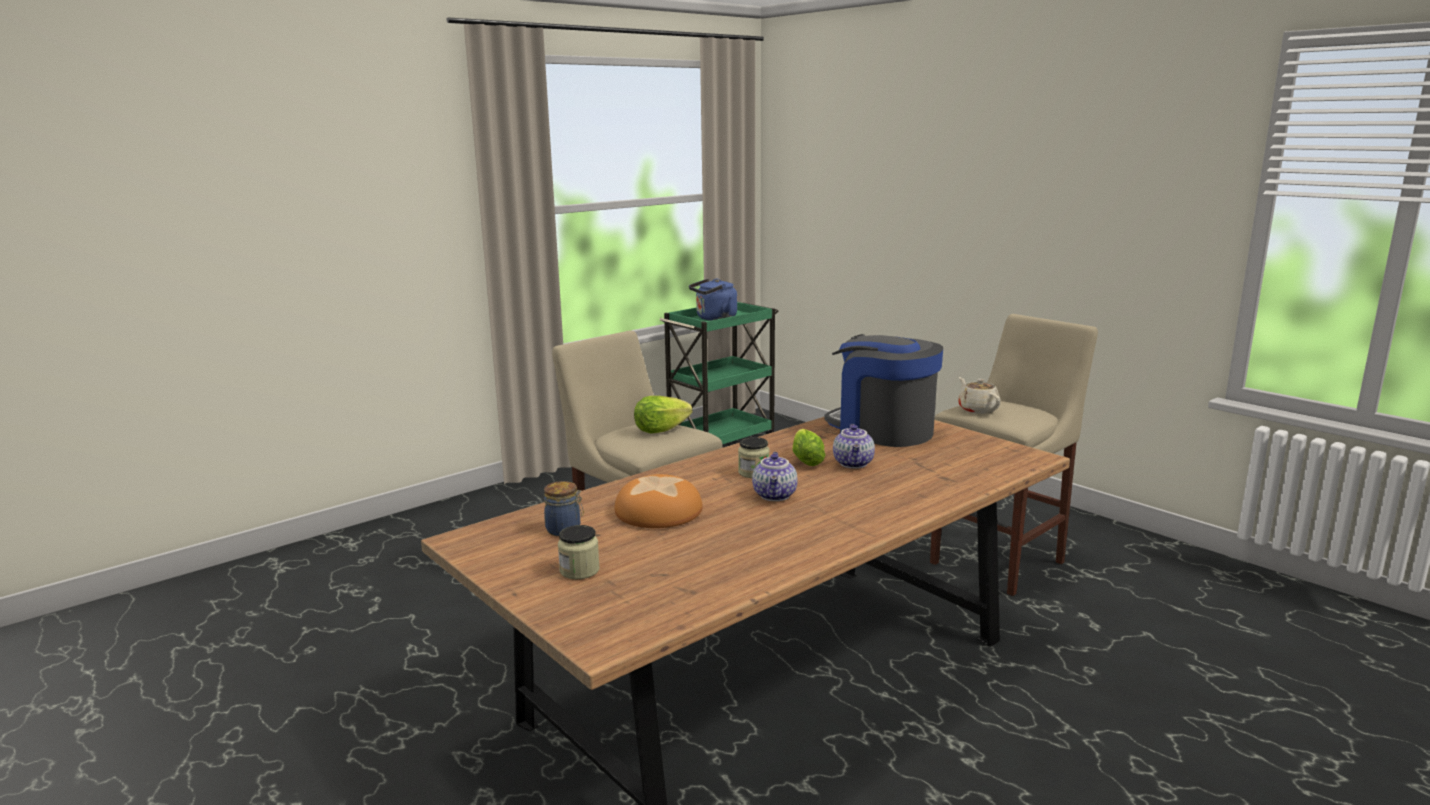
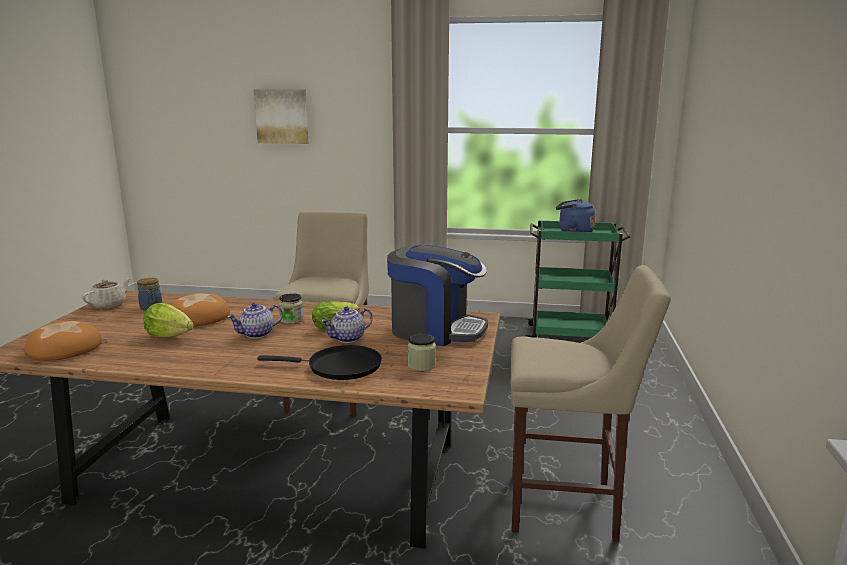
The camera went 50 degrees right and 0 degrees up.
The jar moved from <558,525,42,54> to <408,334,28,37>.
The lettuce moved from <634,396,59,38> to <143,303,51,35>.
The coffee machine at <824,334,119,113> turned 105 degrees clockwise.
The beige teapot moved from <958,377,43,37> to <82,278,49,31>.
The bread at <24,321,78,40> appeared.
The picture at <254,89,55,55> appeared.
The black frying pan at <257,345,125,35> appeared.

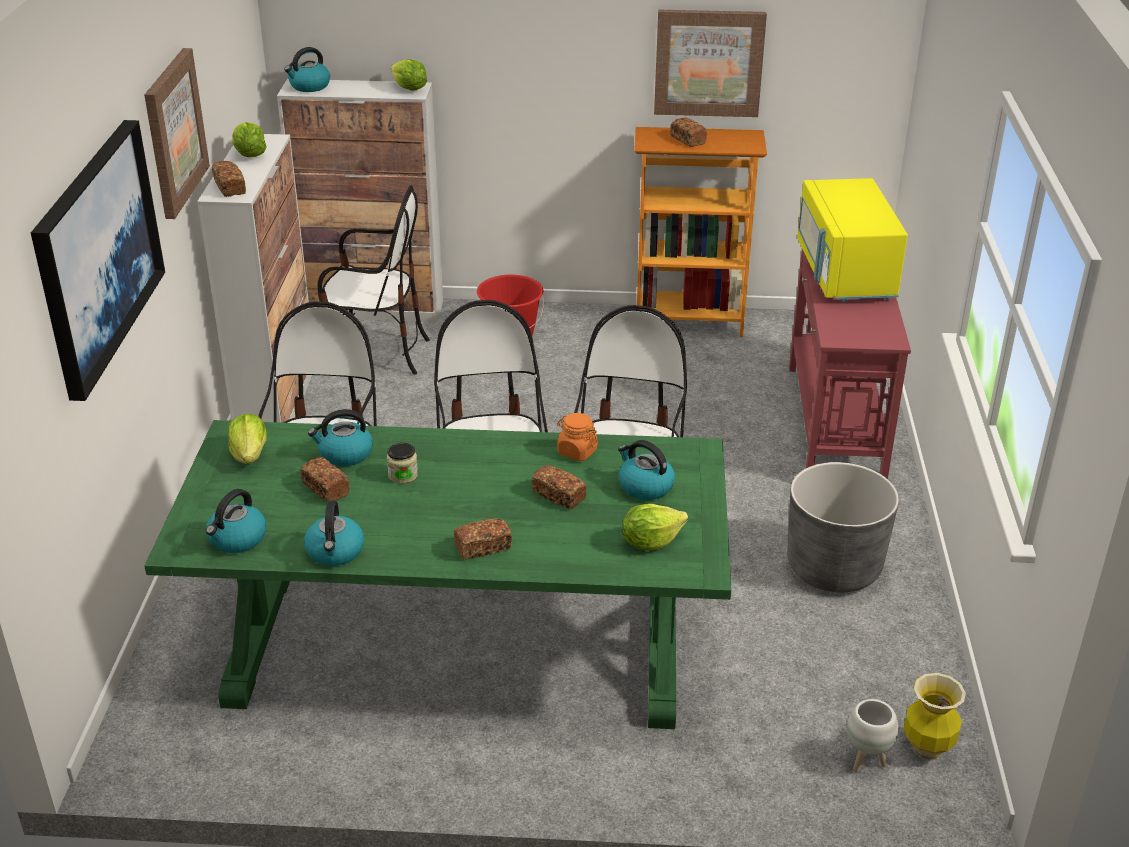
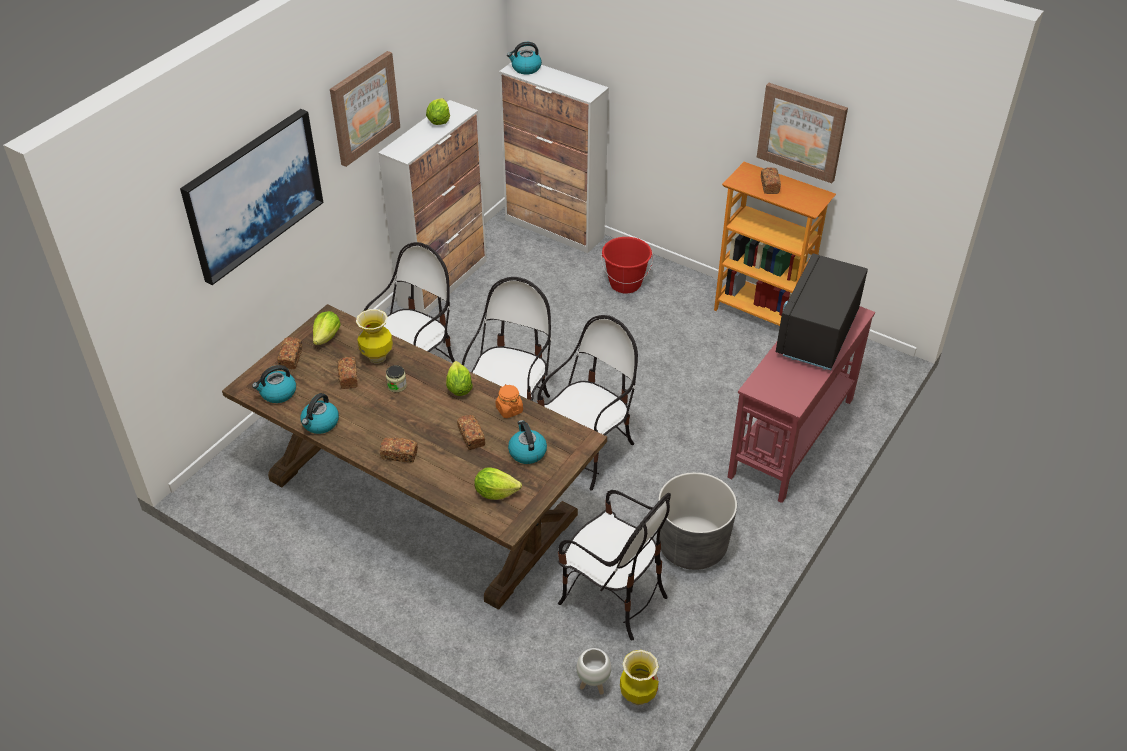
The camera went 30 degrees right and 10 degrees up.
The green dining table at <144,420,587,309> became the brown dining table at <222,304,385,306>.
The bread moved from <212,161,34,36> to <277,337,25,32>.
The kettle at <308,409,65,57> was replaced by the vase at <356,309,37,54>.
The chair moved from <318,185,112,190> to <558,490,113,150>.
The lettuce moved from <391,59,36,32> to <446,361,27,35>.
The yellow microwave at <797,178,111,124> became the black microwave at <776,253,92,117>.

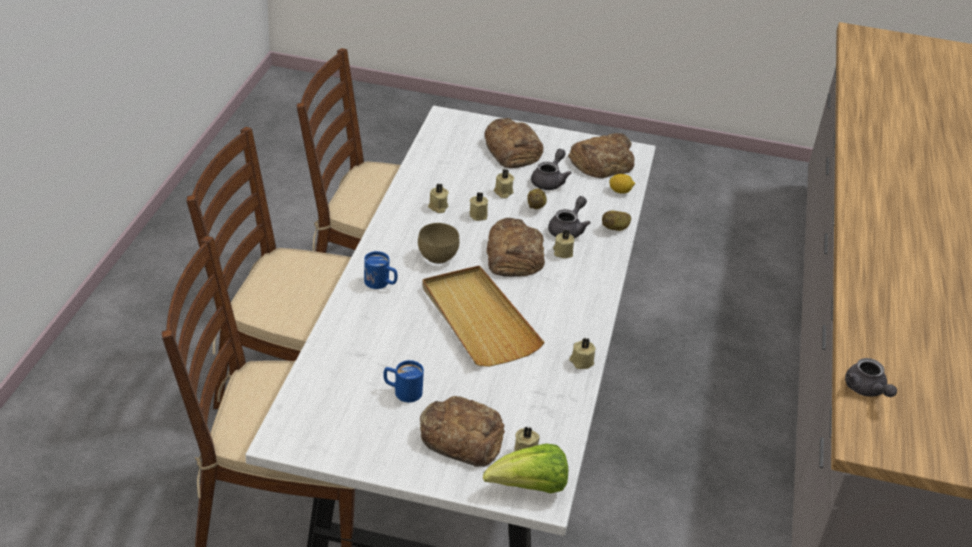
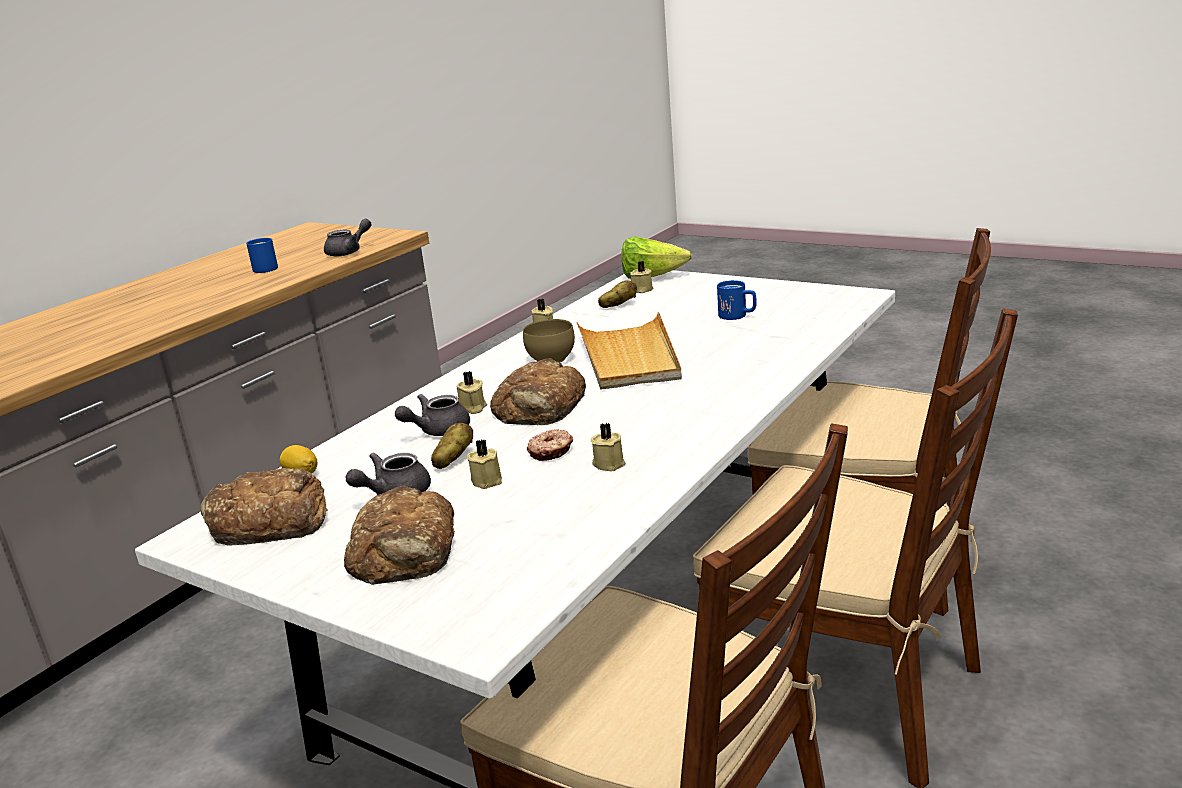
The camera went 155 degrees left and 15 degrees down.
The blue mug moved from <364,251,33,38> to <246,238,32,35>.
The brown bowl moved from <418,223,41,41> to <523,319,52,43>.
The bread at <420,396,85,71> disappeared.
The beige candle at <469,192,19,29> was replaced by the donut at <527,429,46,32>.
The potato moved from <602,211,29,20> to <598,280,39,28>.
The grey teapot at <845,358,52,39> turned 45 degrees clockwise.

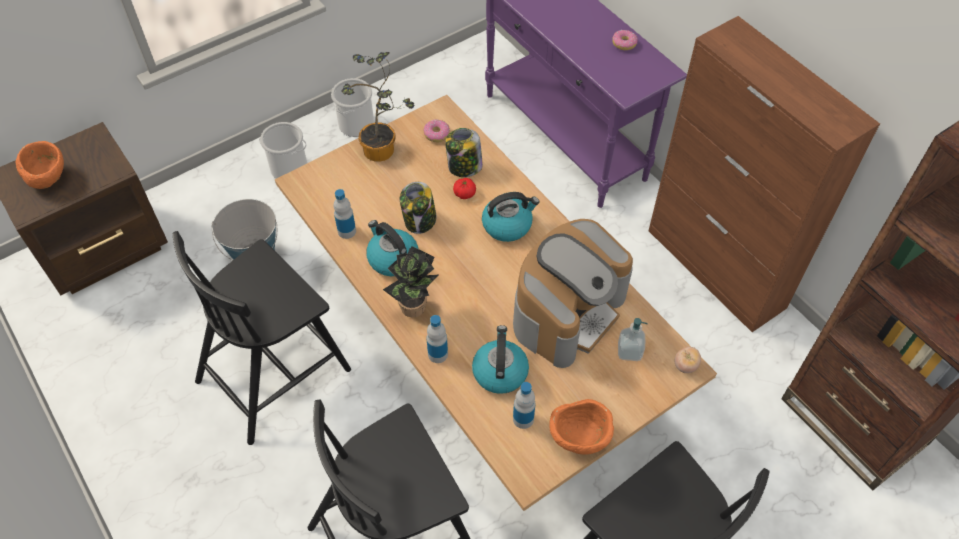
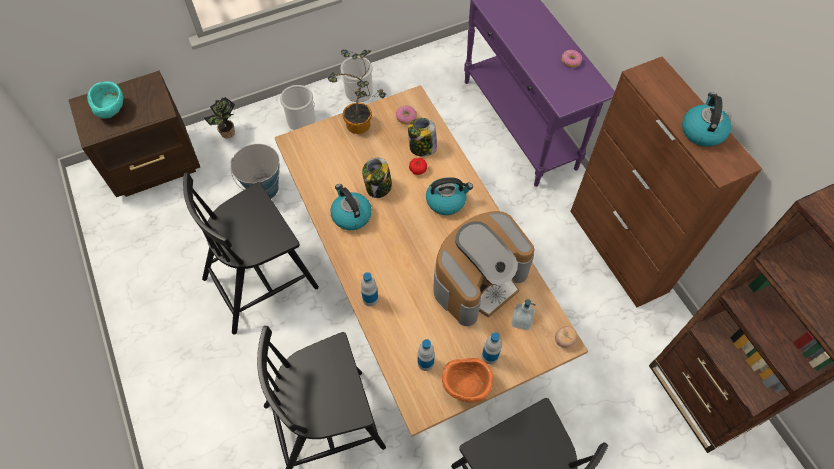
The camera went 10 degrees right and 5 degrees up.
The orange bowl at <16,141,48,48> became the turquoise bowl at <87,82,36,37>.
The bottle moved from <333,189,23,50> to <482,332,19,32>.
The potted plant moved from <383,246,56,71> to <204,97,31,42>.
The kettle moved from <472,325,57,69> to <682,92,49,55>.

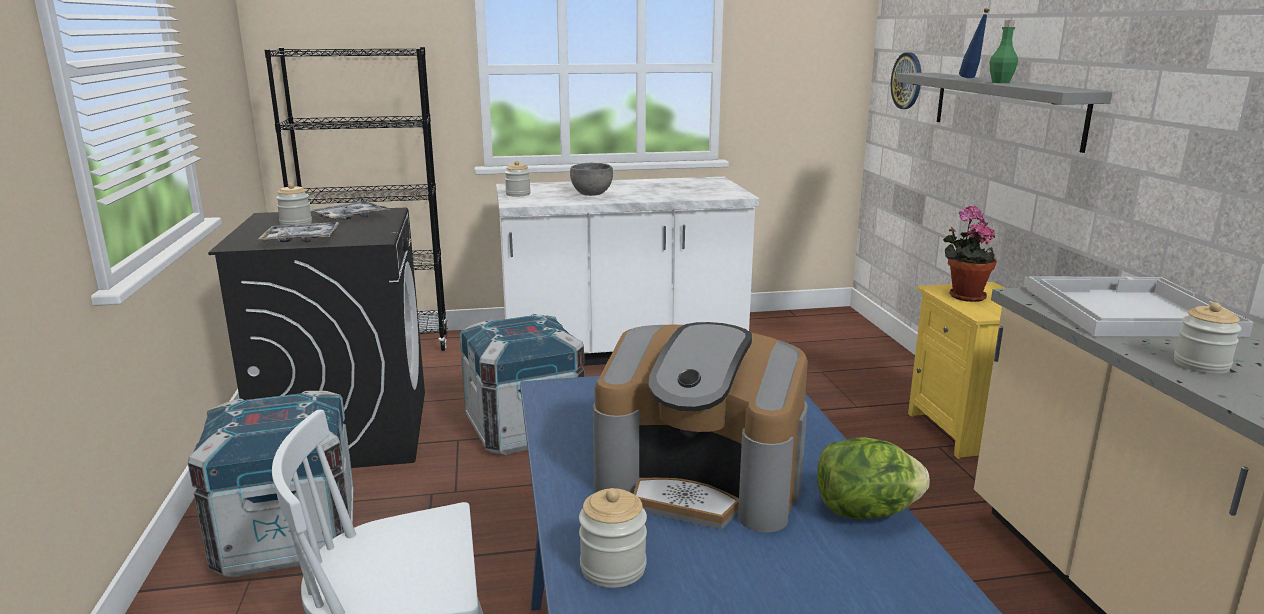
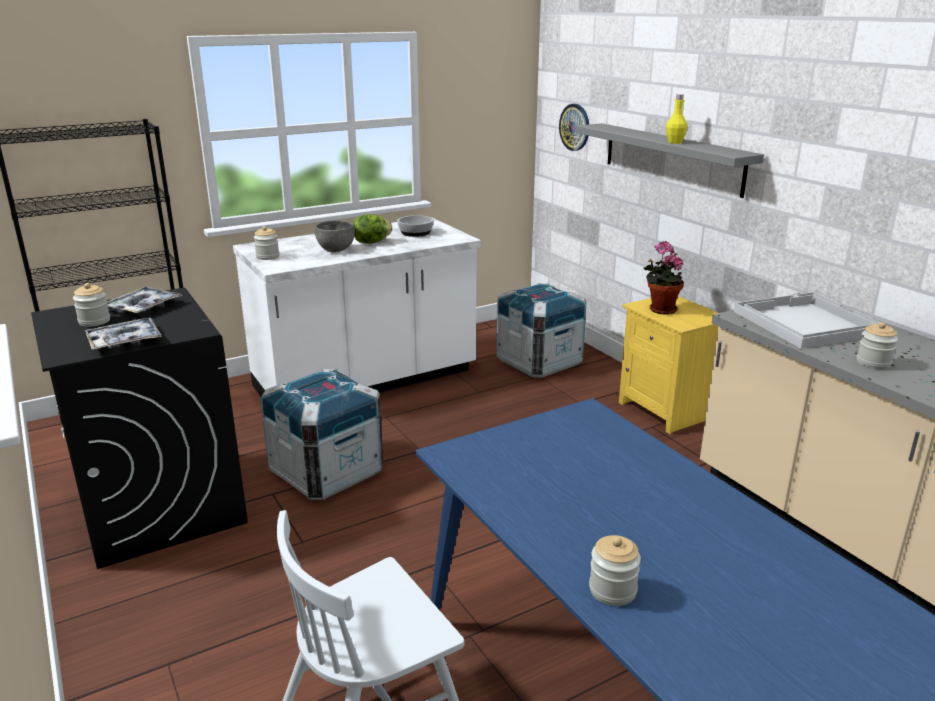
The camera went 20 degrees left and 5 degrees up.
The crate moved from <188,391,166,186> to <496,283,90,95>.
The coffee machine at <593,322,215,211> disappeared.
The lettuce moved from <817,437,113,82> to <353,214,39,30>.
The blue bottle at <959,9,30,69> disappeared.
The green bottle at <990,20,28,63> became the yellow bottle at <666,94,21,50>.
The bowl at <397,215,37,22> appeared.

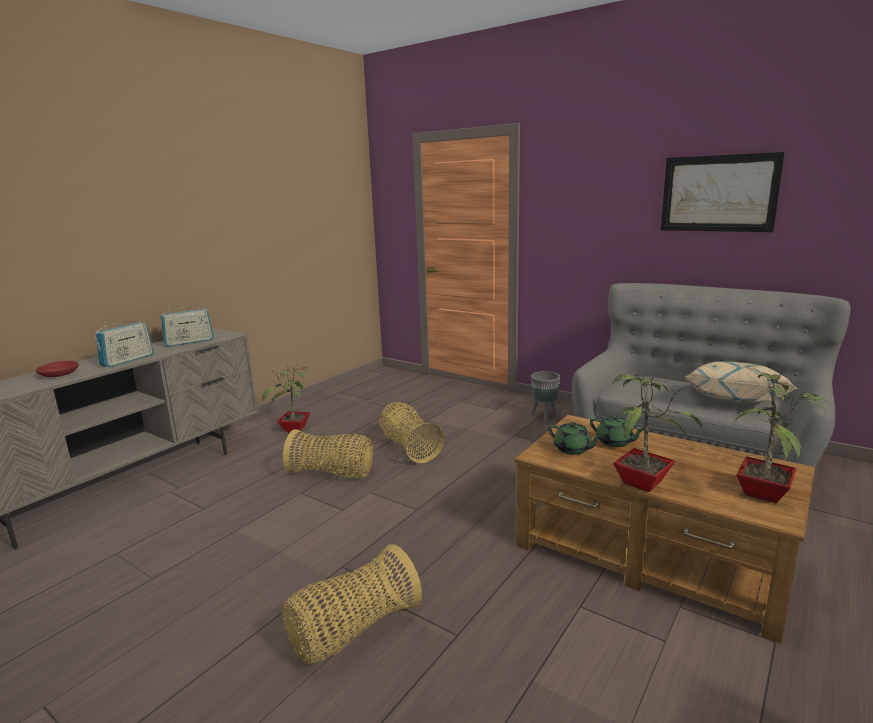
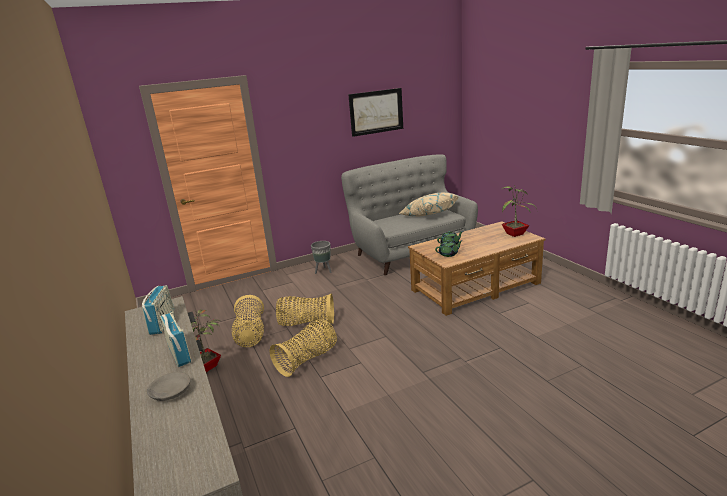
The camera went 60 degrees left and 5 degrees up.
The red bowl at <35,361,44,16> became the grey bowl at <147,372,44,29>.
The basket moved from <282,544,140,120> to <232,295,32,52>.
The potted plant at <612,373,90,119> disappeared.

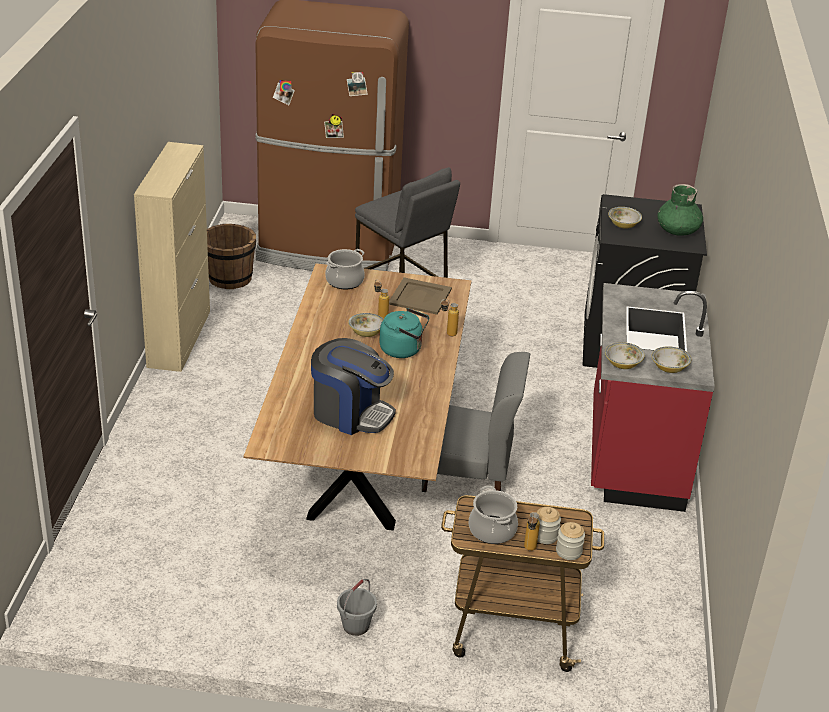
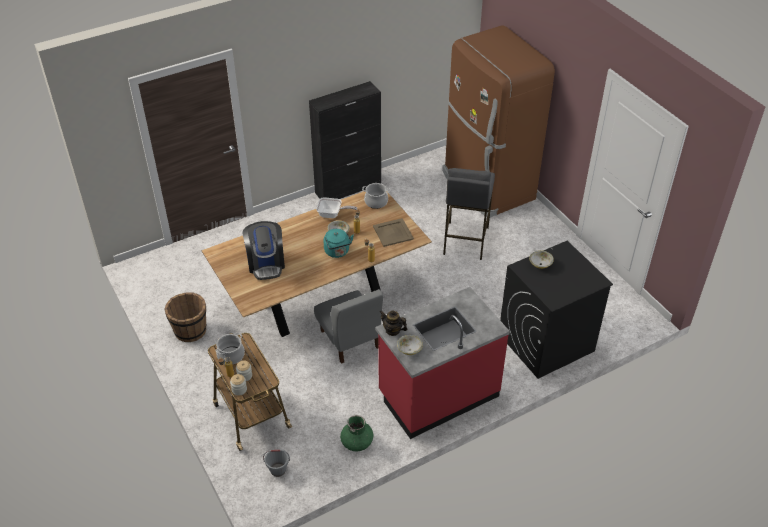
The camera went 55 degrees right and 10 degrees up.
The beige cabinet at <134,142,76,230> became the black cabinet at <309,81,72,118>.
The brown bucket moved from <207,224,49,65> to <164,292,42,50>.
The grey bucket moved from <337,579,40,57> to <263,449,27,28>.
The bowl at <605,342,40,27> was replaced by the teapot at <380,310,27,26>.
The green vase moved from <657,184,46,52> to <340,415,33,36>.
The frying pan at <316,197,41,21> appeared.

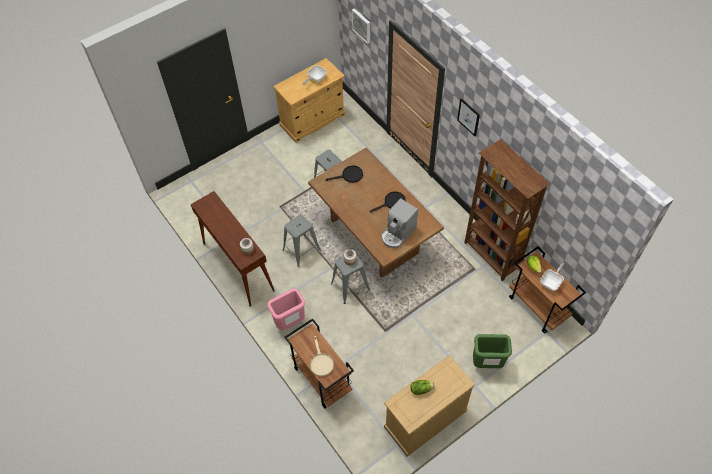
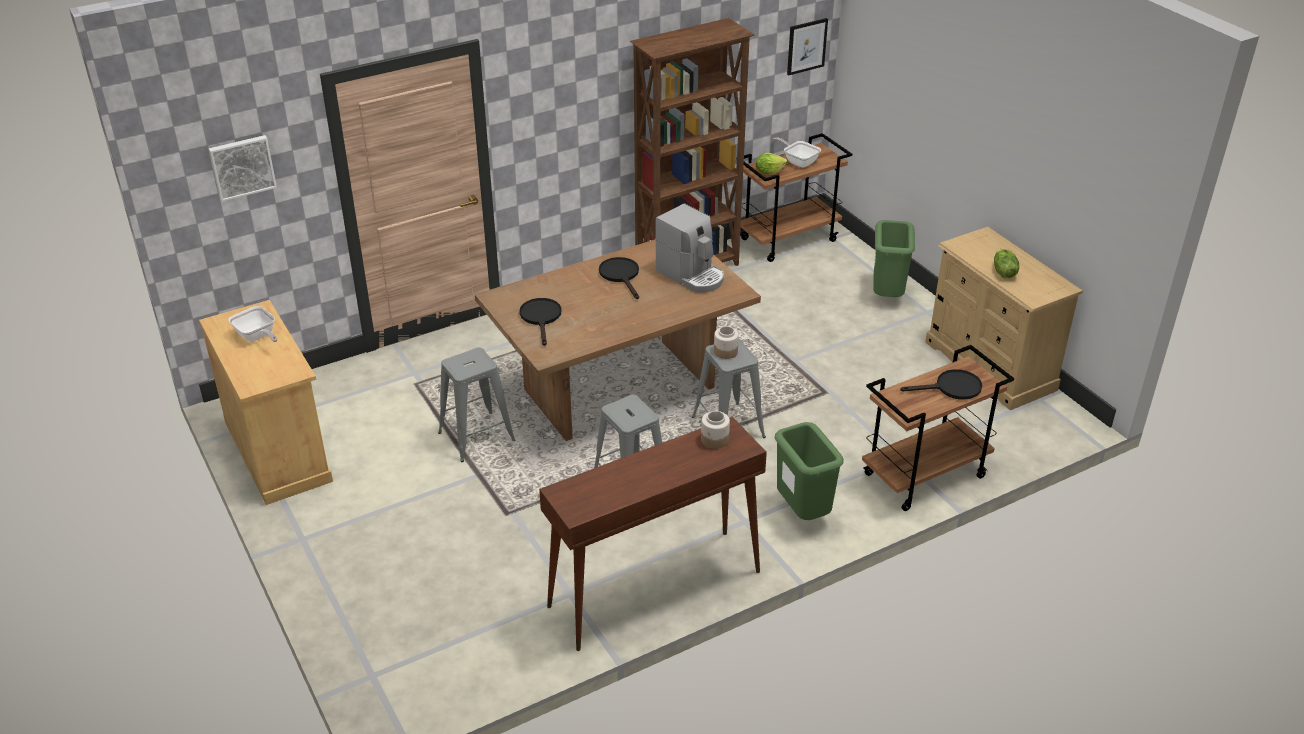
The camera went 85 degrees left and 20 degrees down.
The pink trash can at <267,289,38,41> became the green trash can at <775,422,69,98>.
The beige frying pan at <310,336,24,40> became the black frying pan at <900,369,82,31>.
The picture moved from <457,98,23,38> to <787,18,41,58>.

